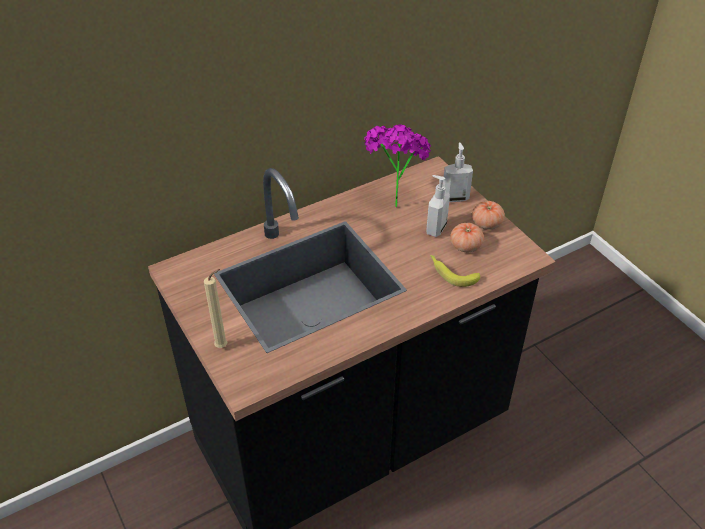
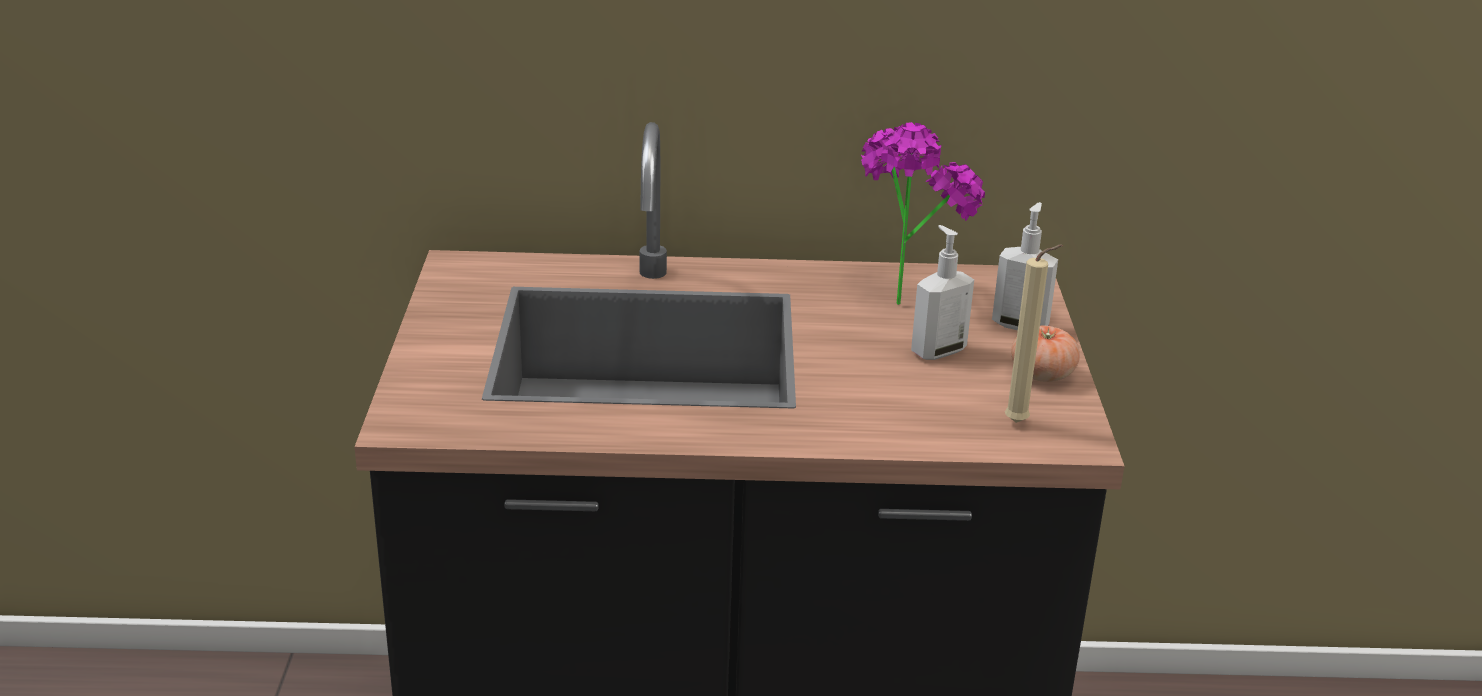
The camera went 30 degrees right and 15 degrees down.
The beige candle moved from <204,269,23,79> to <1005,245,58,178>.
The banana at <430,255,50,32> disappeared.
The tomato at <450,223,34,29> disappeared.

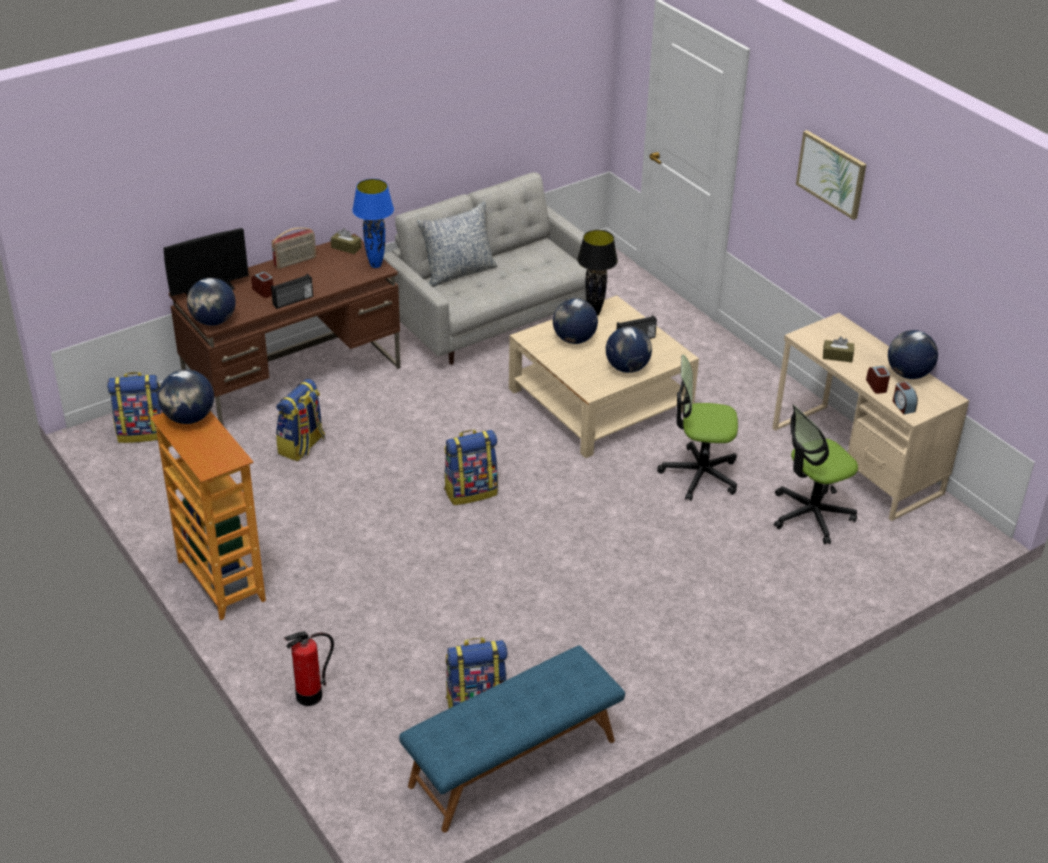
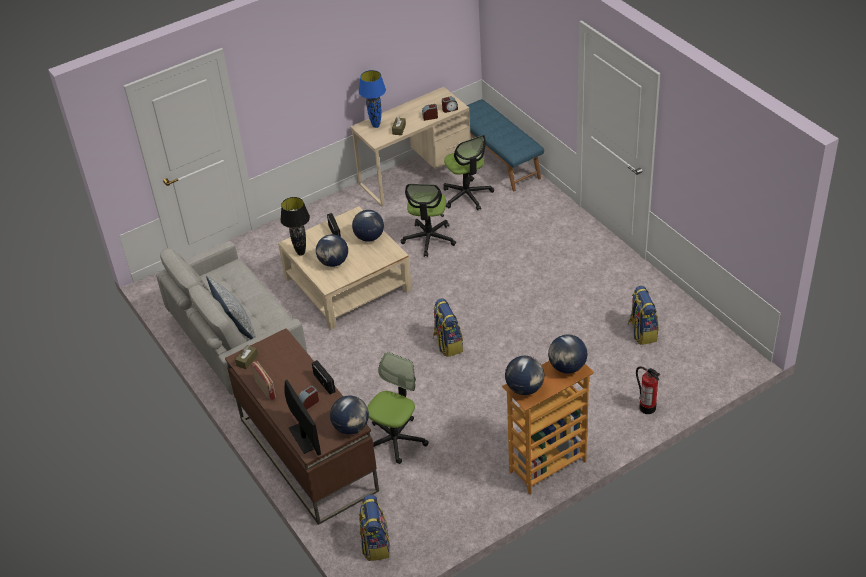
The camera went 85 degrees left and 5 degrees up.
The backpack at <276,379,49,82> was replaced by the office chair at <367,352,62,112>.
The blue table lamp moved from <352,179,42,89> to <359,70,27,58>.
The blue bench moved from <399,645,226,188> to <467,99,77,92>.
The picture at <796,130,71,90> disappeared.
The globe moved from <888,330,50,49> to <548,334,39,40>.

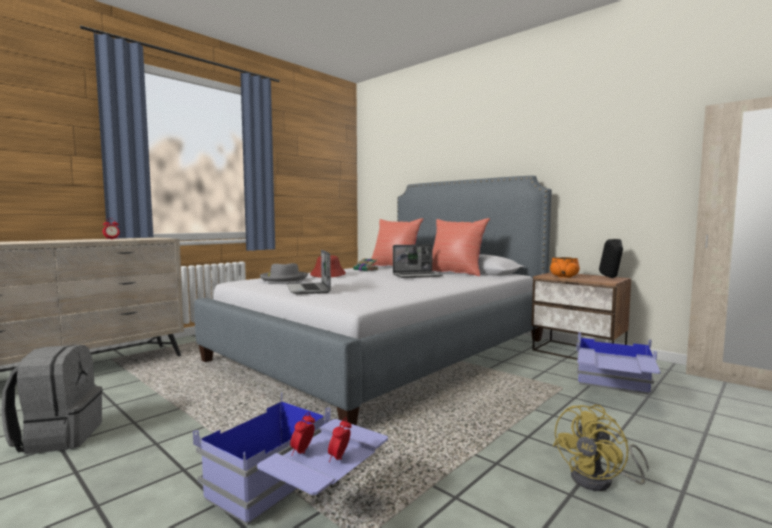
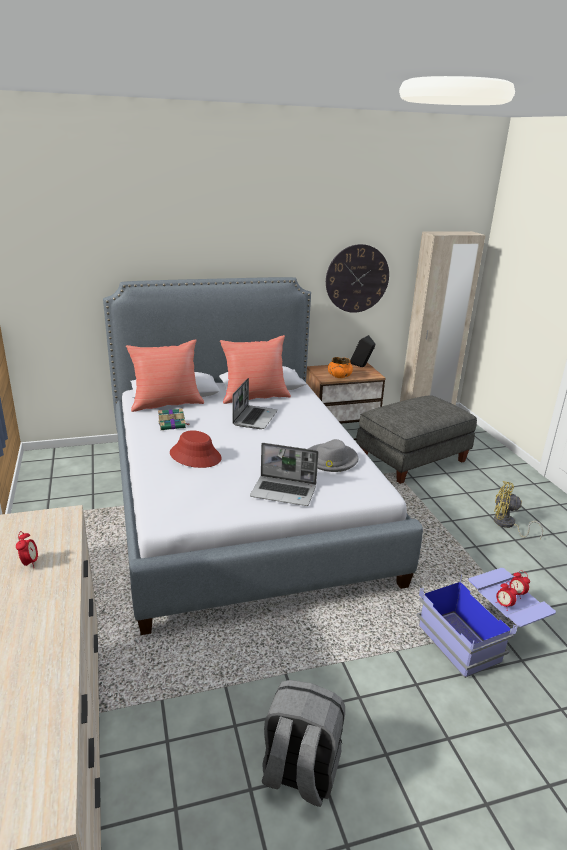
The camera went 60 degrees left and 20 degrees up.
The grey hat moved from <260,263,48,19> to <308,439,50,33>.
The yellow fan at <553,405,96,86> turned 120 degrees clockwise.
The blue storage box at <576,332,84,63> was replaced by the grey ottoman at <356,395,121,89>.
The wall clock at <326,244,63,69> appeared.

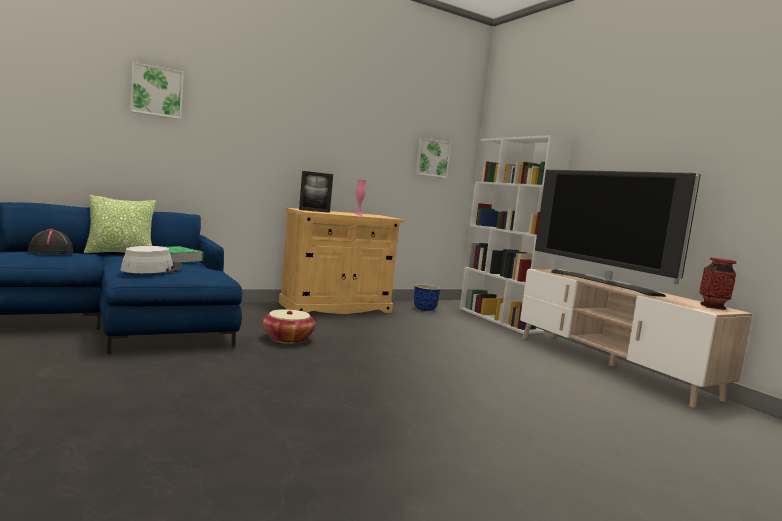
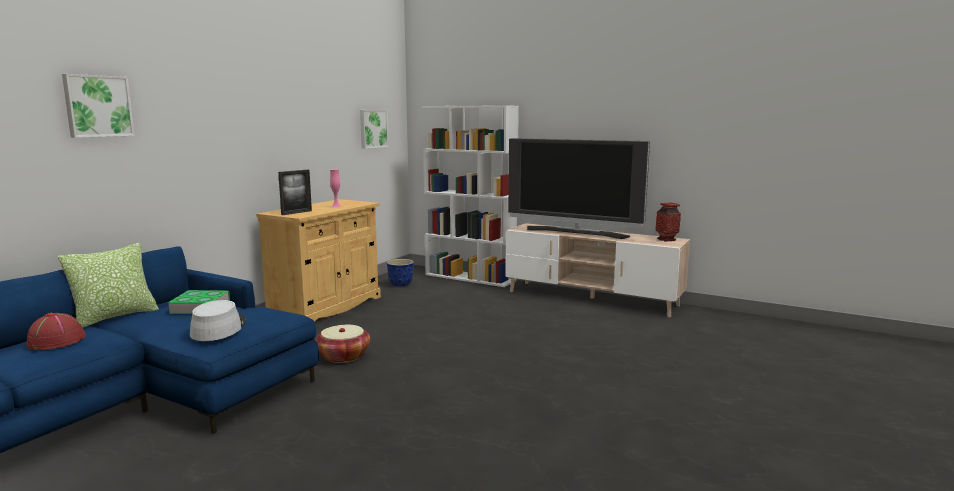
The camera went 30 degrees left and 5 degrees up.
The black hat at <28,229,46,25> became the red hat at <26,312,60,38>.

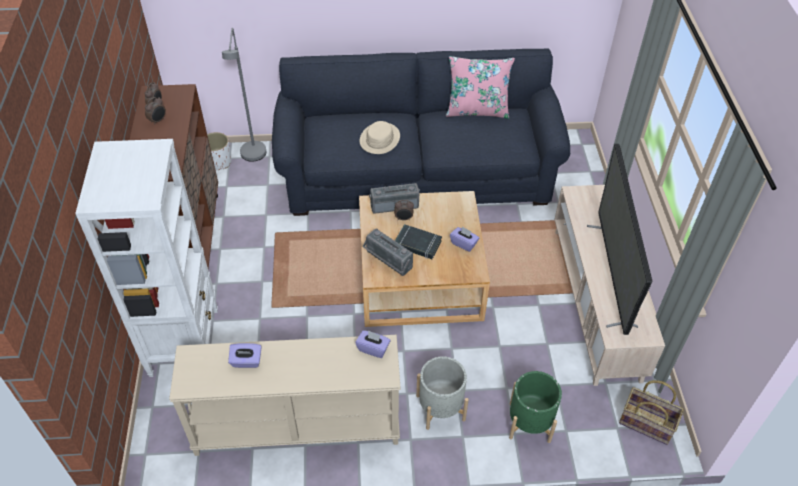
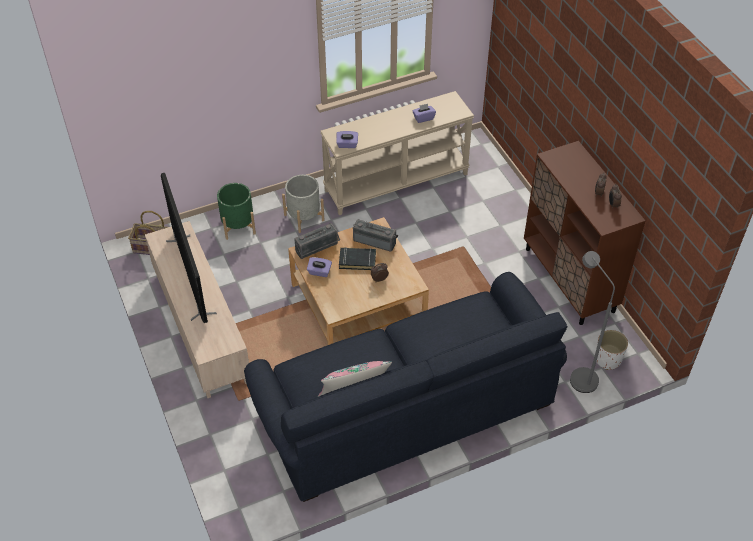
The camera went 160 degrees right and 0 degrees up.
The white bookcase at <75,139,143,238> disappeared.
The beige hat at <360,121,40,33> disappeared.
The radio moved from <369,183,51,31> to <294,223,46,36>.

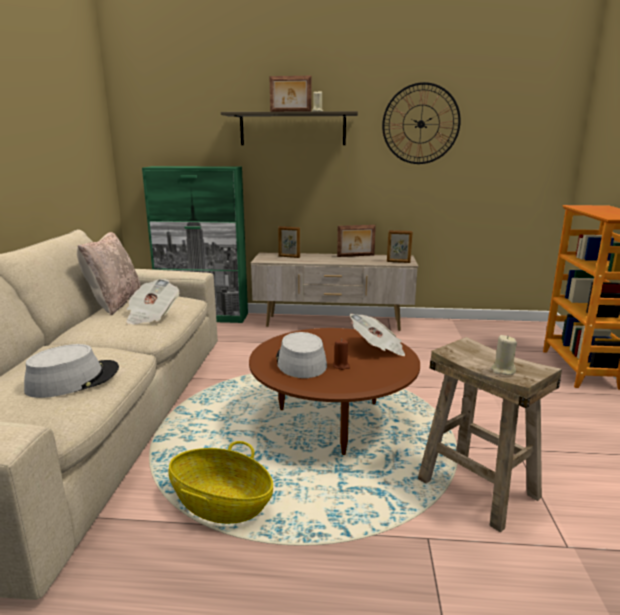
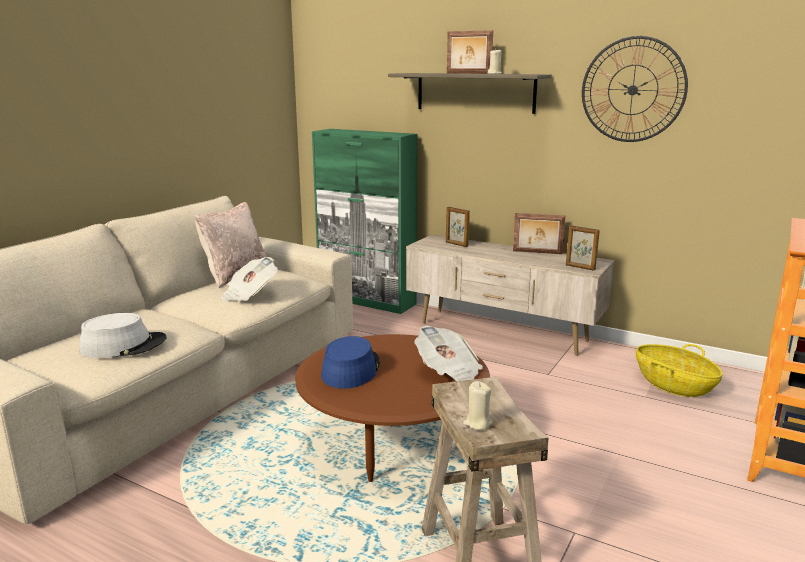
The camera went 25 degrees right and 0 degrees up.
The basket moved from <168,441,105,83> to <636,344,87,53>.
The grey hat at <276,332,51,46> became the blue hat at <321,336,59,53>.
The brown candle at <333,339,17,31> disappeared.

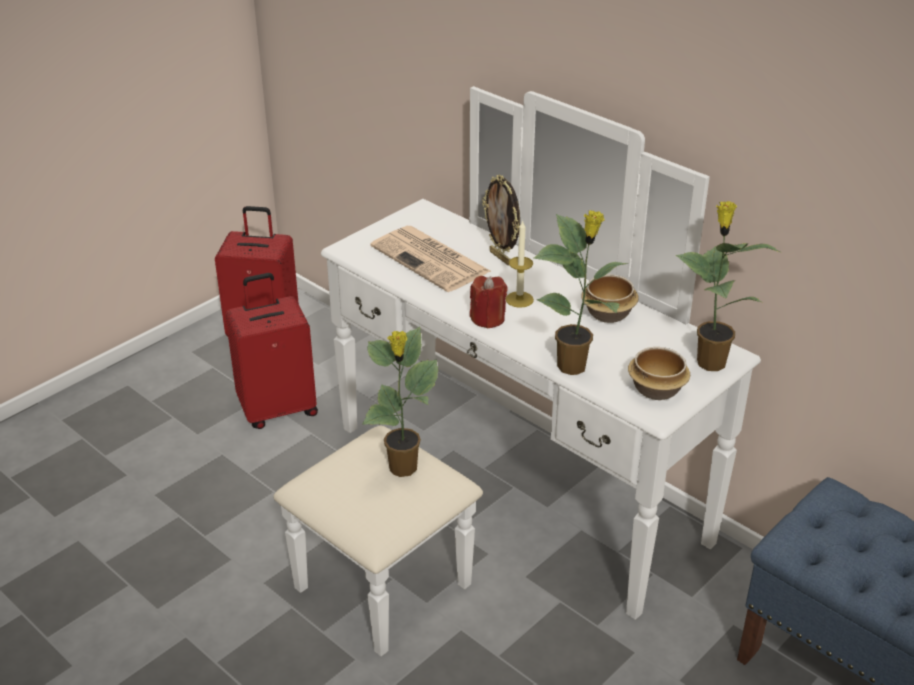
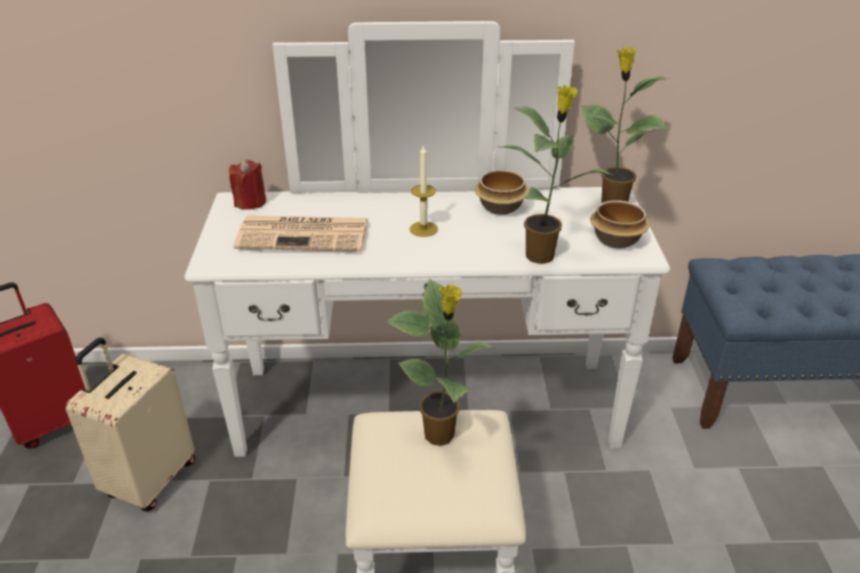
The camera went 45 degrees left and 0 degrees up.
The red suitcase at <225,273,93,156> became the beige suitcase at <66,337,129,174>.
The red candle moved from <470,276,38,52> to <229,159,37,51>.
The picture frame at <482,174,38,92> disappeared.

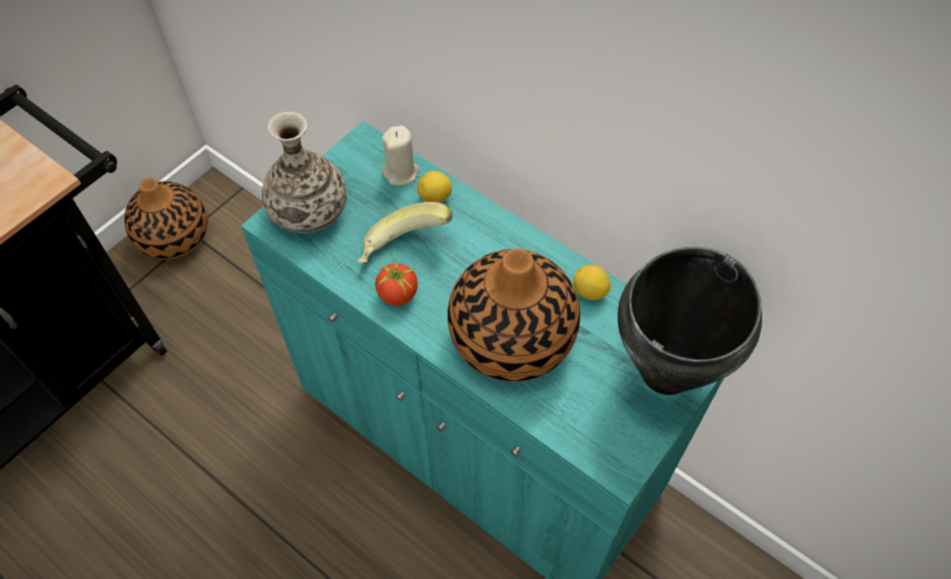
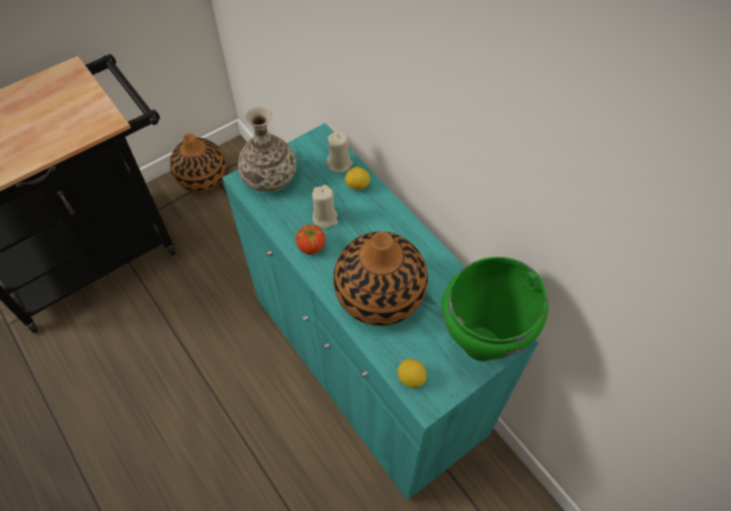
The camera went 15 degrees right and 0 degrees up.
The banana at <357,202,96,62> was replaced by the beige candle at <312,185,26,44>.
The lemon moved from <573,265,38,35> to <398,359,29,29>.
The black cooking pot at <618,247,144,148> became the green cooking pot at <442,257,106,104>.

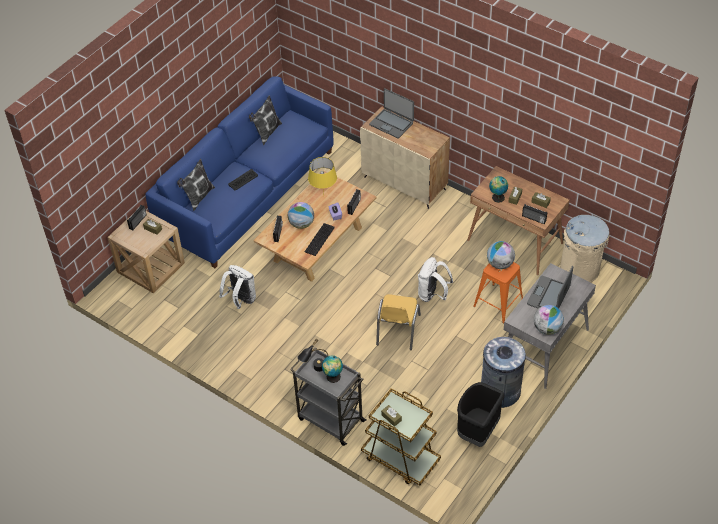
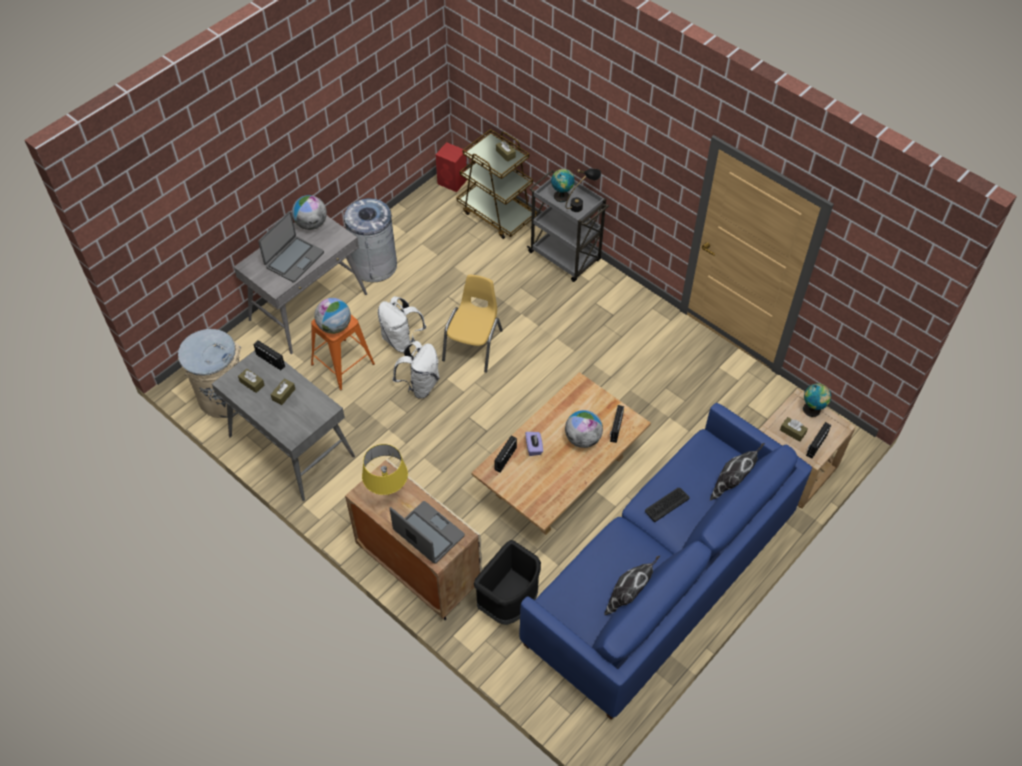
The camera went 175 degrees left and 5 degrees up.
The white backpack moved from <219,265,37,44> to <378,296,48,56>.
The keyboard at <305,223,30,33> disappeared.
The yellow table lamp moved from <308,157,29,37> to <362,444,46,52>.
The black trash can moved from <457,382,47,65> to <474,540,67,85>.
The brown desk at <467,166,102,110> became the grey desk at <212,350,143,151>.
The globe moved from <489,176,19,27> to <803,383,28,34>.
The red speaker at <436,142,31,50> appeared.

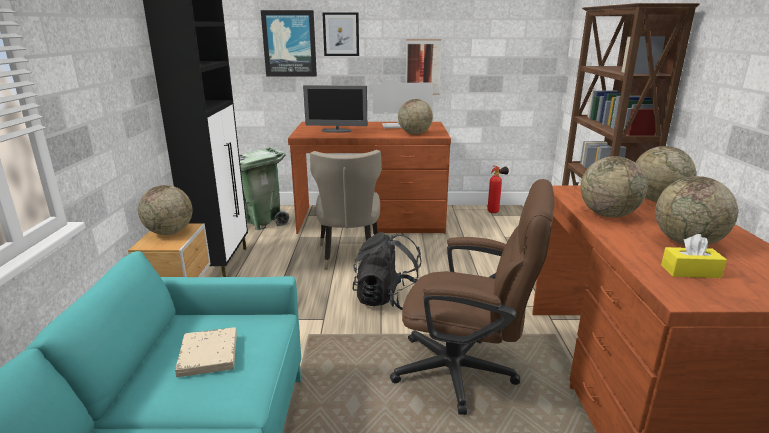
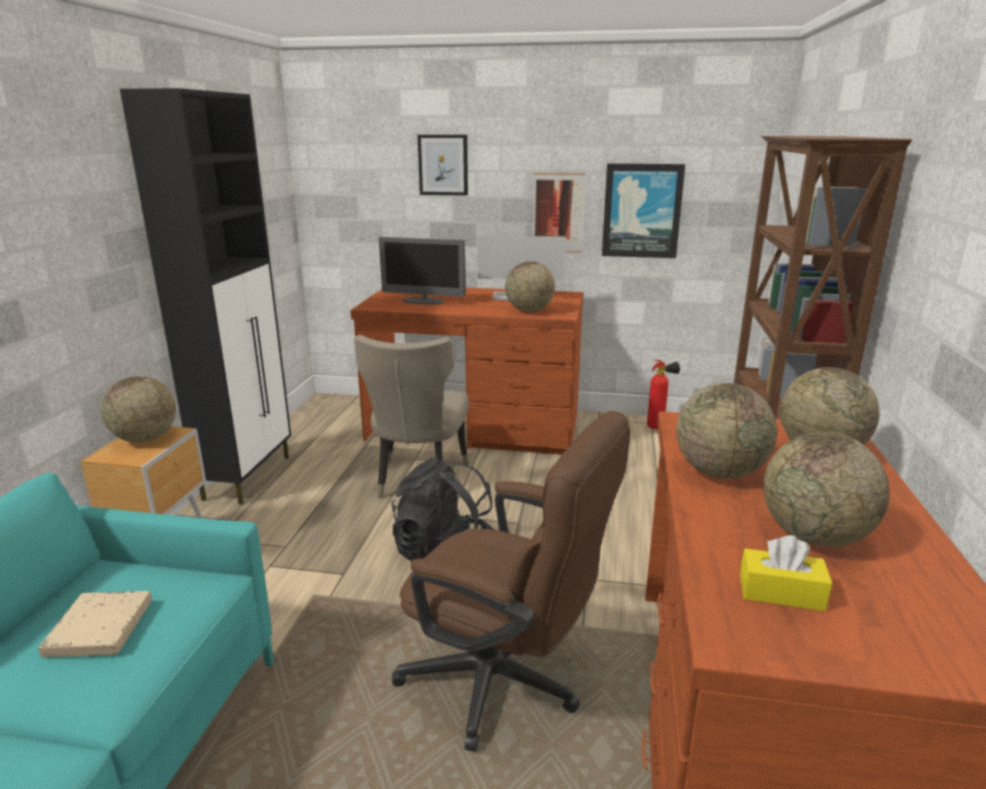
The camera went 10 degrees right and 0 degrees up.
The green trash can at <239,148,50,82> disappeared.
The picture moved from <261,10,56,66> to <602,164,83,94>.

